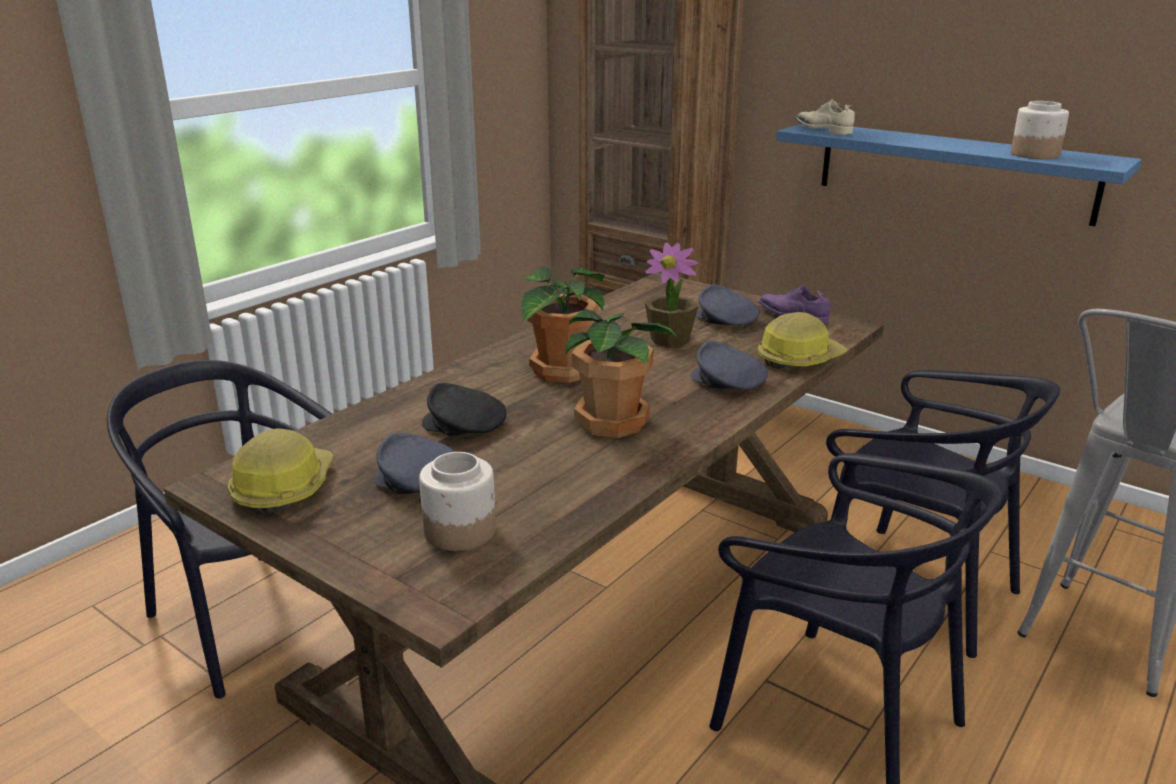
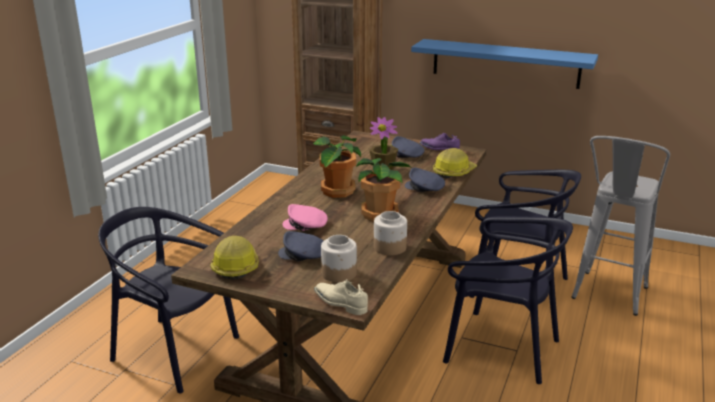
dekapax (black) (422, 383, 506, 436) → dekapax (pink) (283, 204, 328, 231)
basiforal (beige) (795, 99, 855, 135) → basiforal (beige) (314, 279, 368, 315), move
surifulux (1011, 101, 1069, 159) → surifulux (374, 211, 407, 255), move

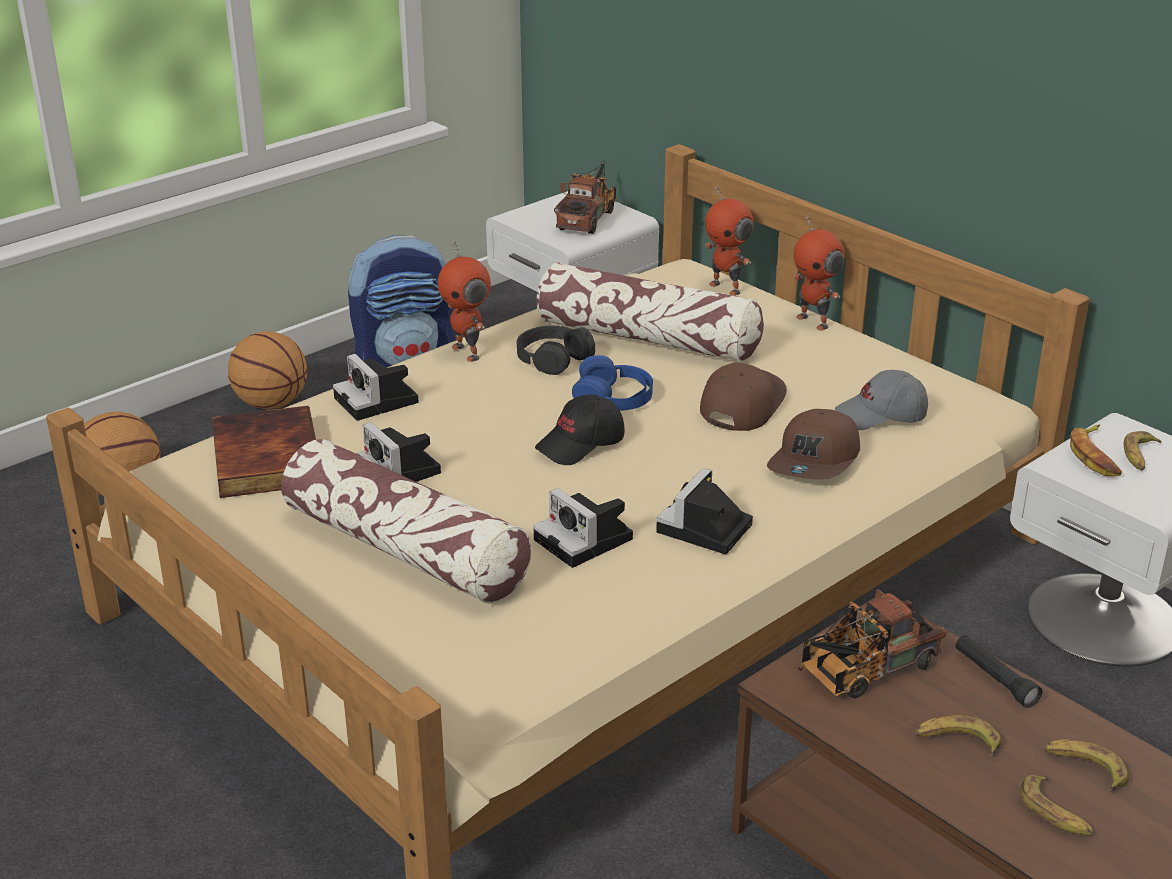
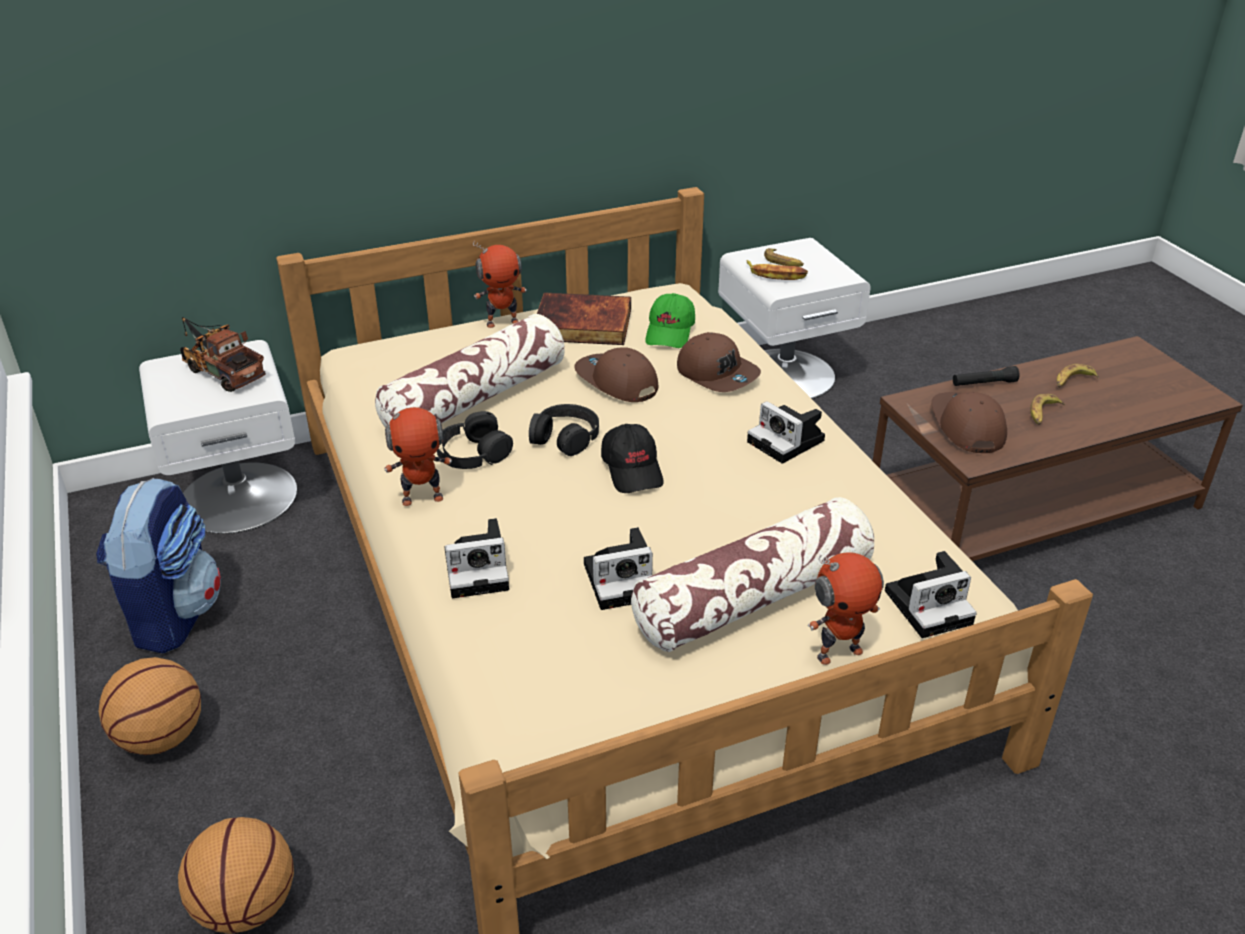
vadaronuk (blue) (572, 355, 653, 411) → vadaronuk (black) (529, 404, 599, 456)
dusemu (212, 406, 316, 498) → dusemu (537, 292, 631, 345), move
dekapax (grey) (835, 370, 928, 430) → dekapax (green) (645, 293, 695, 348)
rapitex (705, 185, 754, 296) → rapitex (808, 552, 884, 665), move
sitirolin (533, 488, 633, 568) → sitirolin (885, 551, 977, 638), move
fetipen (798, 589, 946, 698) → dekapax (brown) (931, 392, 1007, 453)
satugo (1020, 775, 1094, 835) → -

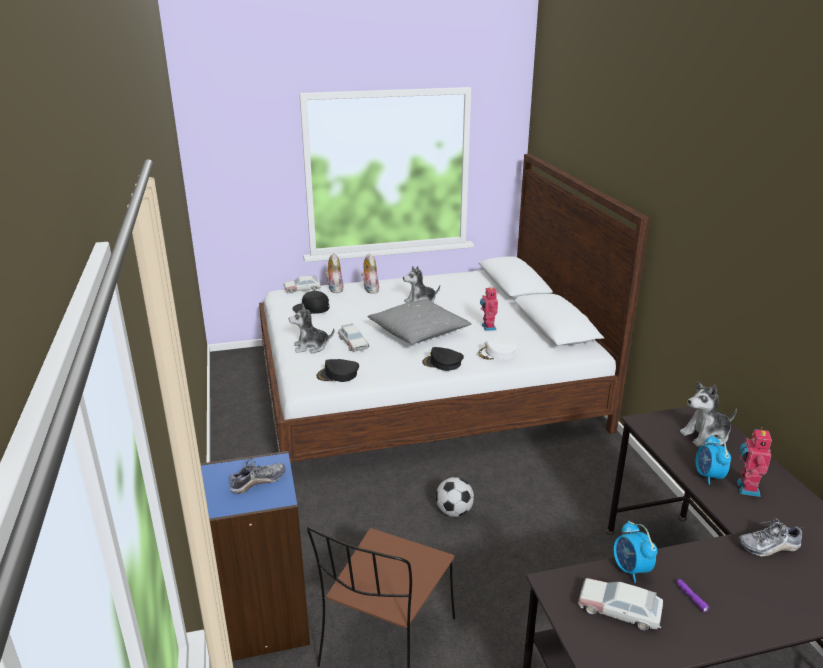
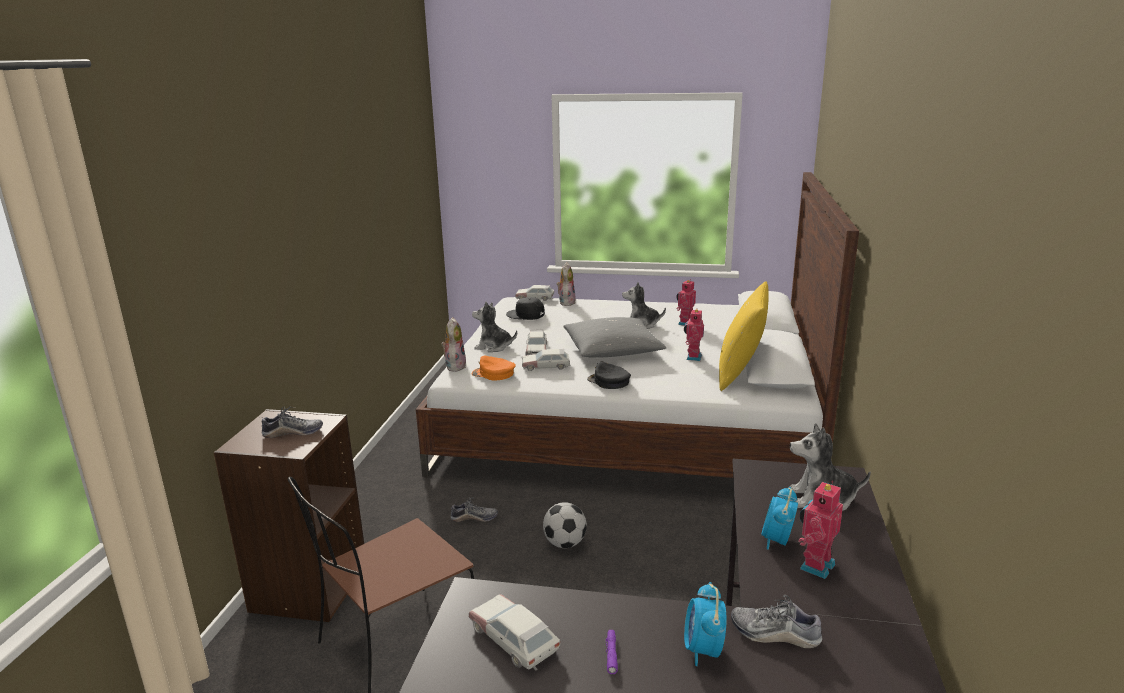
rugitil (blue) (201, 451, 310, 661) → rugitil (brown) (213, 409, 364, 622)
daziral (361, 253, 379, 294) → daziral (441, 317, 466, 372), move
- → basiforal (450, 497, 498, 522)
dekapax (black) (316, 359, 359, 382) → dekapax (orange) (471, 356, 516, 380)
- → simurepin (522, 349, 571, 371)
- → rapitex (676, 279, 696, 326)
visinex (613, 521, 658, 583) → visinex (684, 582, 727, 666), move
- → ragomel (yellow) (719, 281, 769, 391)
dekapax (white) (477, 339, 518, 360) → -

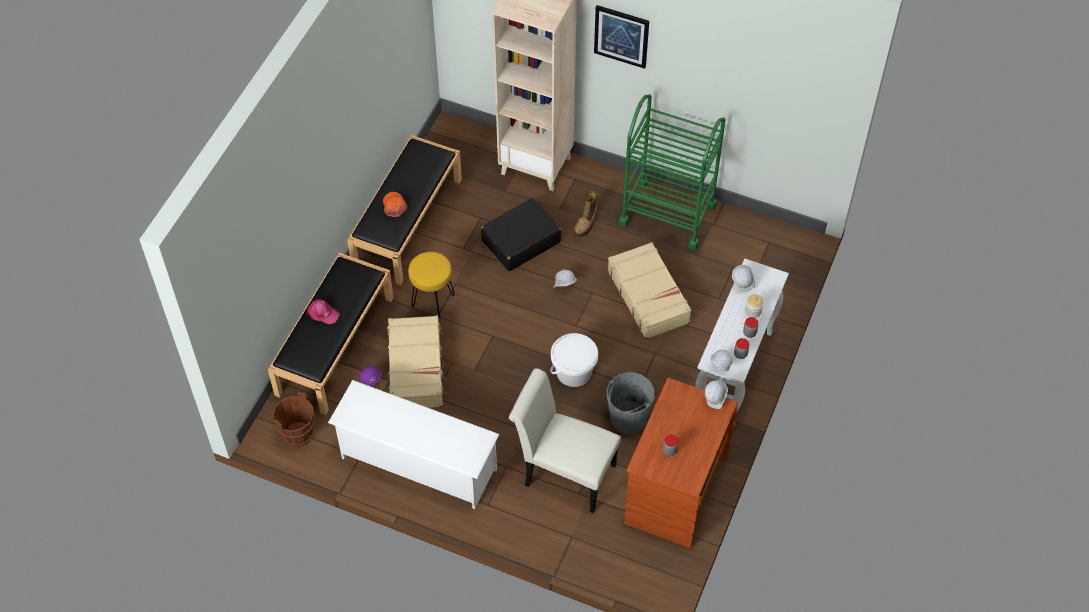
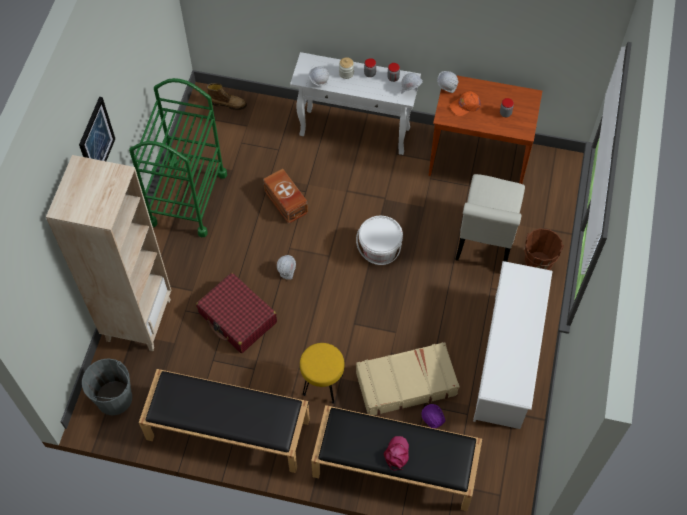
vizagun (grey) (607, 372, 655, 434) → vizagun (grey) (82, 358, 132, 415), move
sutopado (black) (481, 198, 561, 271) → sutopado (red) (196, 273, 277, 353)
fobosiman (573, 191, 597, 237) → fobosiman (207, 83, 247, 110), move
sutopado (beige) (608, 242, 692, 339) → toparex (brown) (263, 169, 308, 224)
dekapax (orange) (383, 192, 408, 217) → dekapax (orange) (450, 91, 481, 116), move
vizagun (brown) (272, 392, 315, 447) → vizagun (brown) (524, 228, 564, 270), move

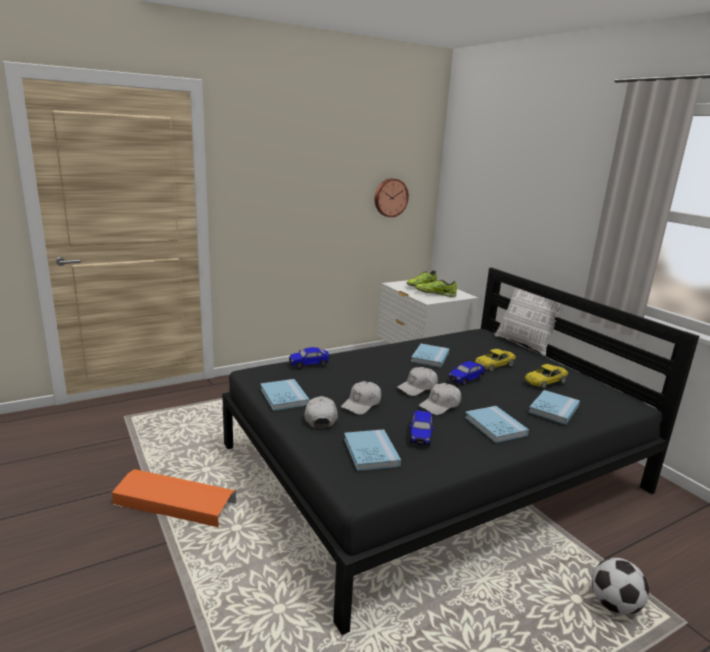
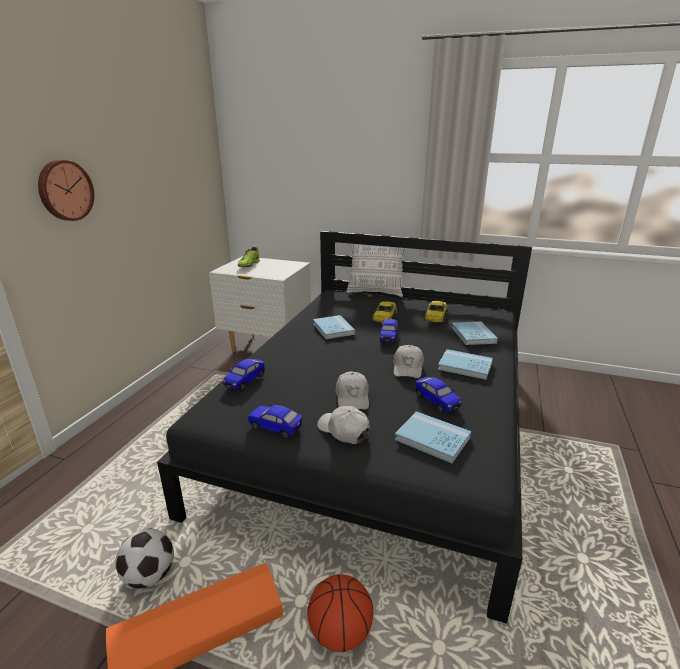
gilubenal (375, 178, 409, 217) → gilubenal (38, 160, 94, 221), move
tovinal (592, 558, 649, 615) → tovinal (115, 529, 174, 588), move
dusemu (blue) (260, 379, 309, 411) → simurepin (248, 404, 302, 439)
- → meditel (307, 574, 373, 652)
dekapax (white) (397, 367, 438, 396) → -
basiforal (415, 280, 457, 297) → -

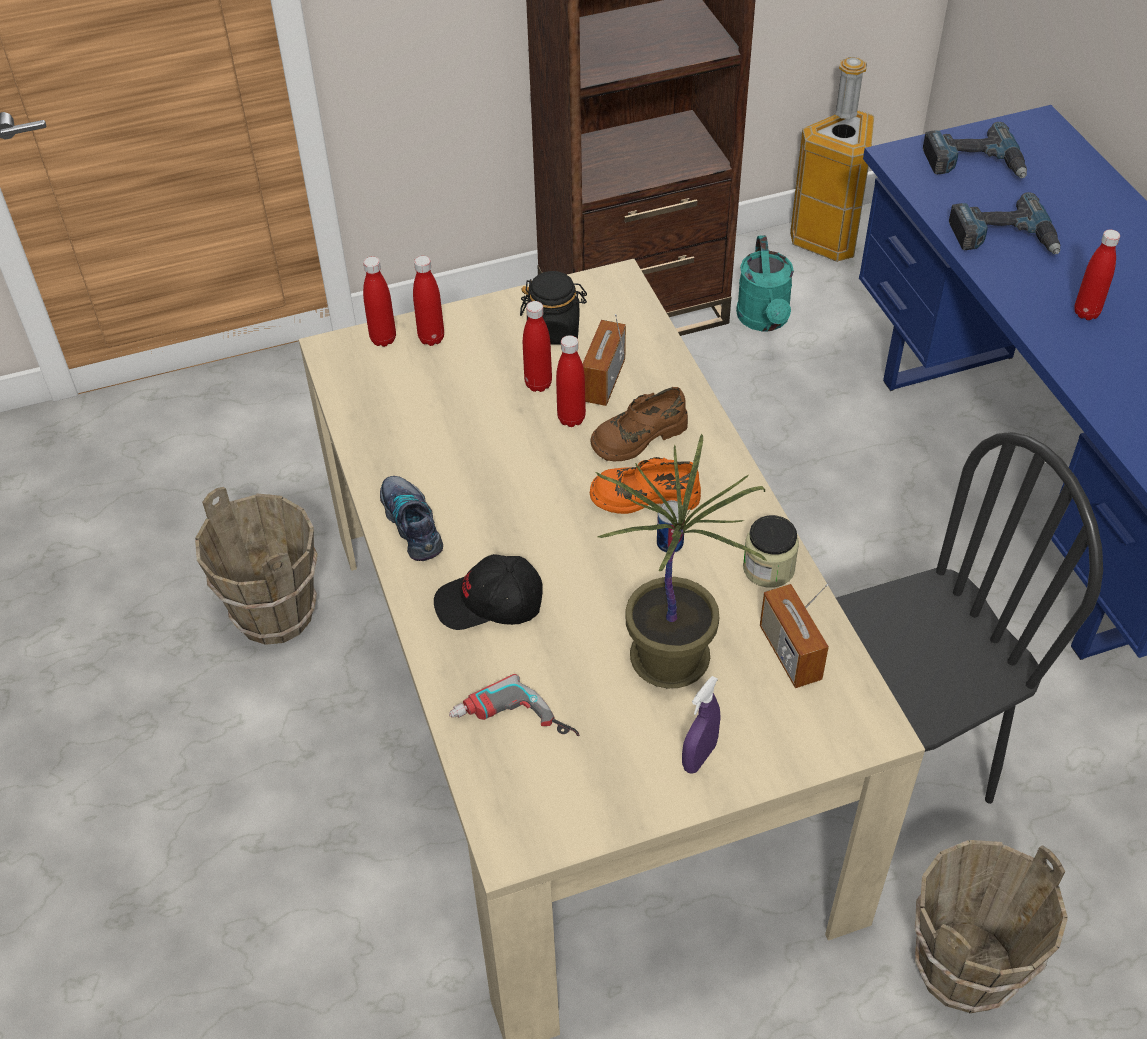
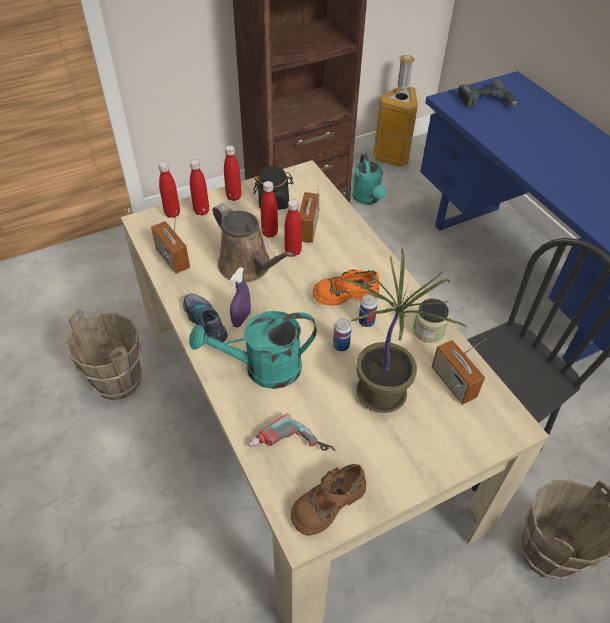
- → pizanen (151, 210, 190, 274)
dekapax (black) (434, 554, 543, 630) → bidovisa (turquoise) (189, 311, 317, 389)
- → bidovisa (brown) (213, 203, 294, 282)
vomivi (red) (1074, 230, 1120, 320) → vomivi (red) (224, 145, 242, 201), move
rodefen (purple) (682, 676, 721, 773) → rodefen (purple) (230, 267, 251, 327), move
basiforal (brown) (590, 387, 688, 461) → basiforal (brown) (291, 464, 366, 536), move
- → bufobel (333, 318, 352, 351)
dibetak (949, 192, 1060, 254) → -

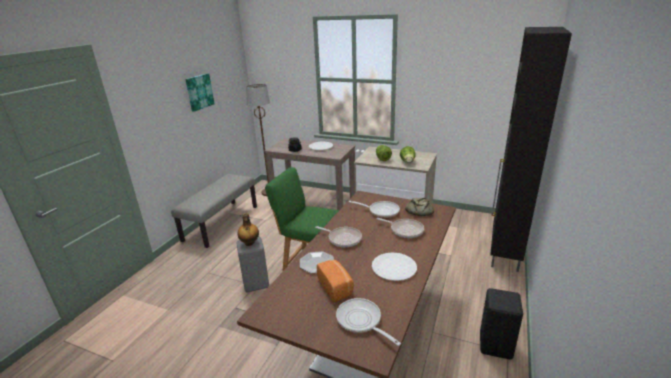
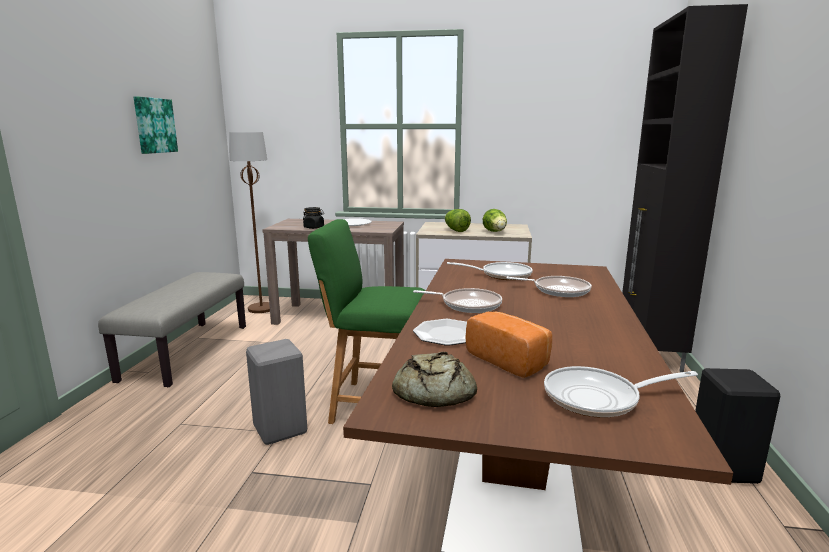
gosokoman (405, 198, 434, 216) → gosokoman (392, 352, 477, 407), move
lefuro (336, 298, 401, 346) → lefuro (544, 366, 698, 418), 45 degrees counterclockwise
vomivi (238, 213, 259, 246) → -
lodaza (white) (372, 252, 417, 281) → -

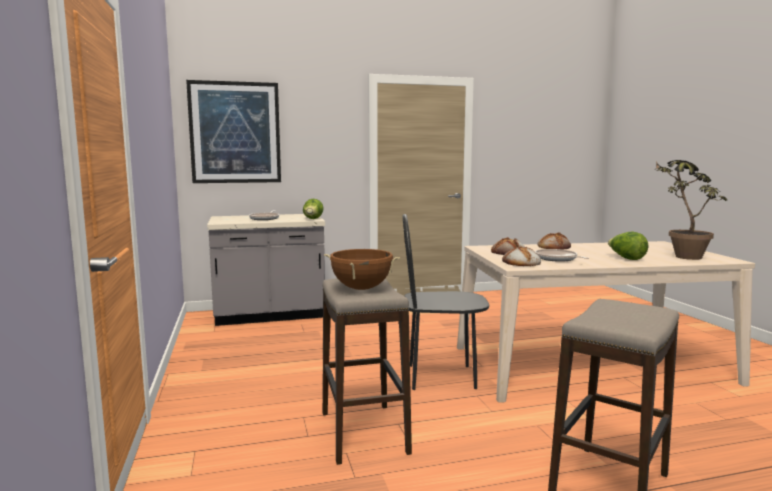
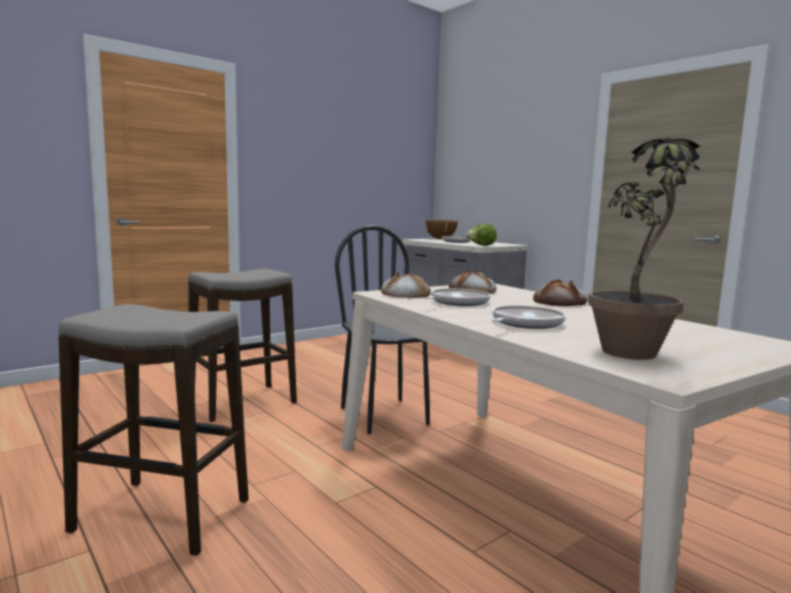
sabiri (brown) (324, 249, 400, 290) → sabiri (brown) (422, 220, 461, 239), move
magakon (608, 232, 648, 260) → lefuro (492, 305, 566, 329)
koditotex (186, 80, 281, 183) → -

